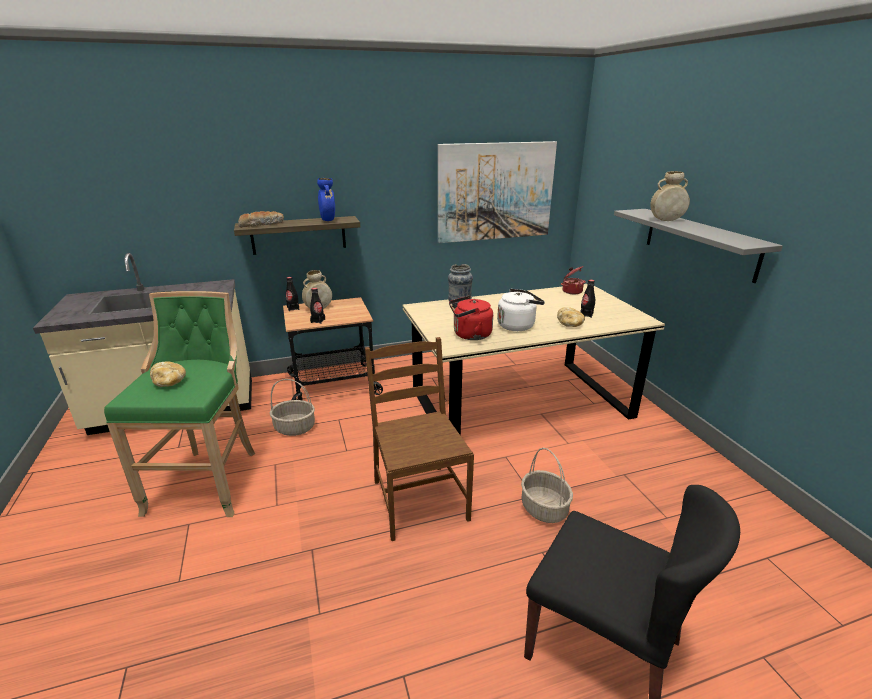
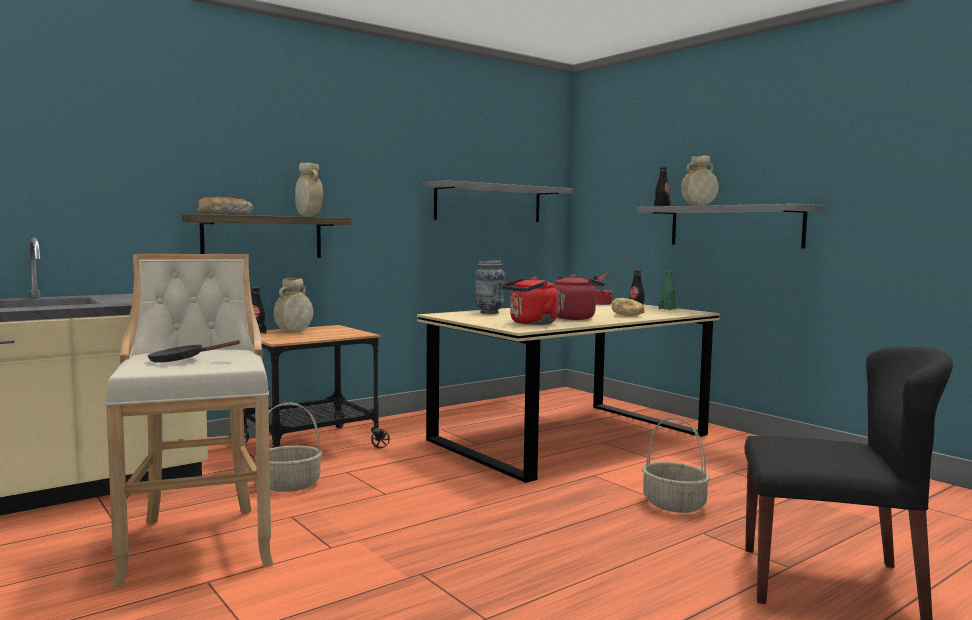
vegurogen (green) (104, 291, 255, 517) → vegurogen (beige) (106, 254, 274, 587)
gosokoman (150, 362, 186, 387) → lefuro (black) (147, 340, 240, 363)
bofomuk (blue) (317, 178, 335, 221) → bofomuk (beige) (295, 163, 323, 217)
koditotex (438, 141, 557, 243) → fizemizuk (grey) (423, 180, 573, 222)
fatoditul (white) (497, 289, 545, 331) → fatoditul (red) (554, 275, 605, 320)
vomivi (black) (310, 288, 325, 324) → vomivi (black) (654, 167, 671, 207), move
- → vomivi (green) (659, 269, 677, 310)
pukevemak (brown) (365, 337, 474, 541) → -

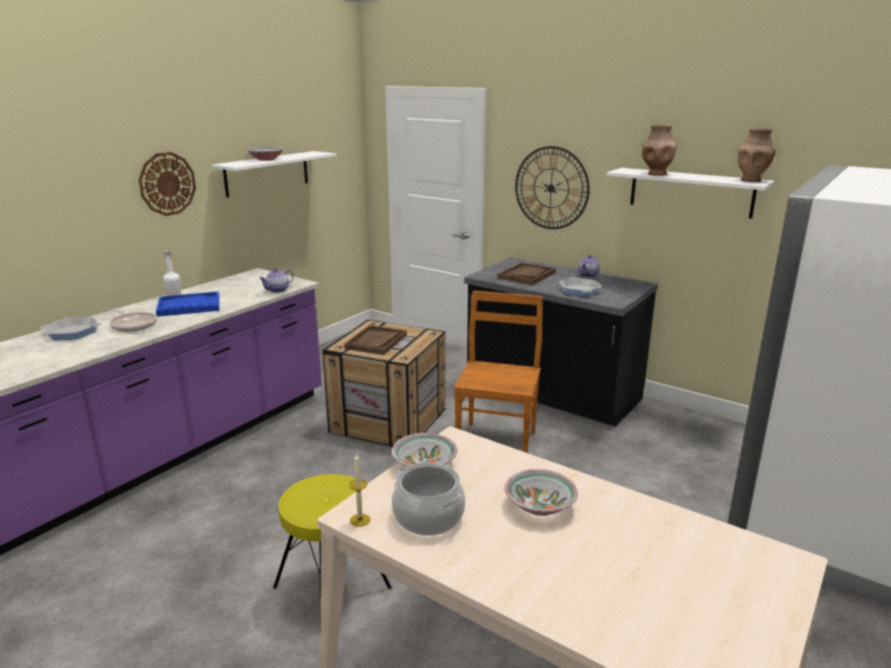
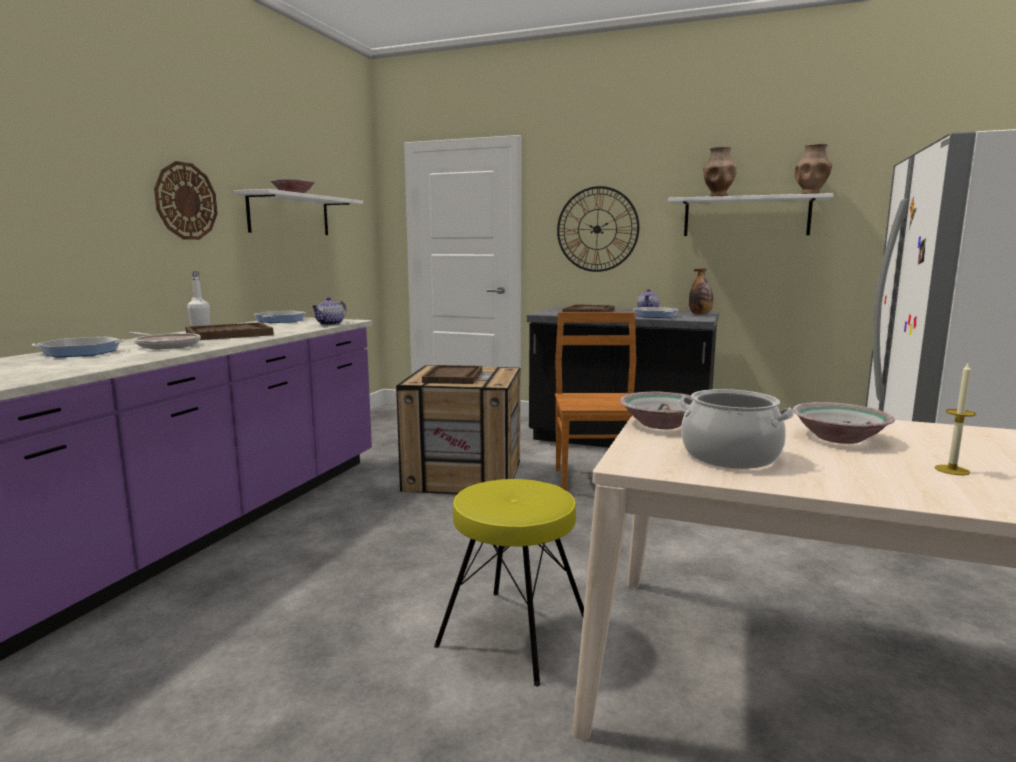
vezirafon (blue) (156, 291, 219, 317) → vezirafon (brown) (185, 322, 274, 340)
- → lefuro (254, 311, 306, 323)
- → vomivi (689, 268, 713, 315)
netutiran (349, 453, 370, 527) → netutiran (935, 363, 976, 475), move

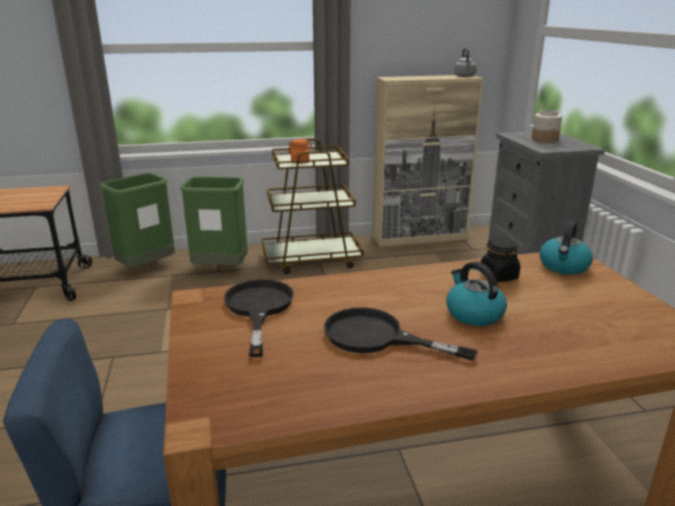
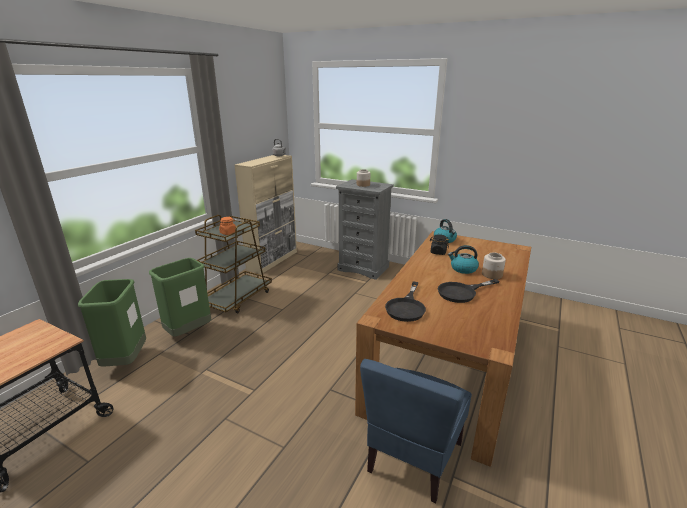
lefuro (black) (224, 279, 294, 357) → lefuro (black) (385, 282, 426, 322), 105 degrees counterclockwise
- → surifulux (482, 252, 506, 279)

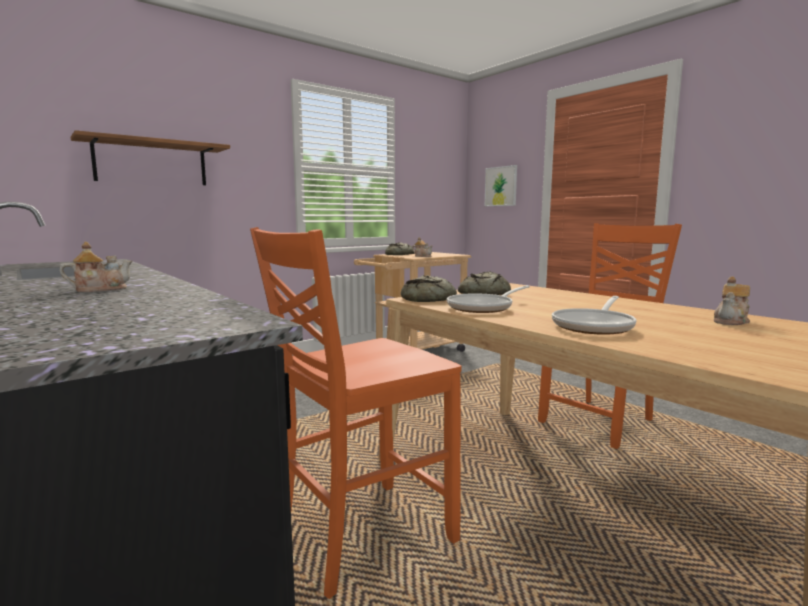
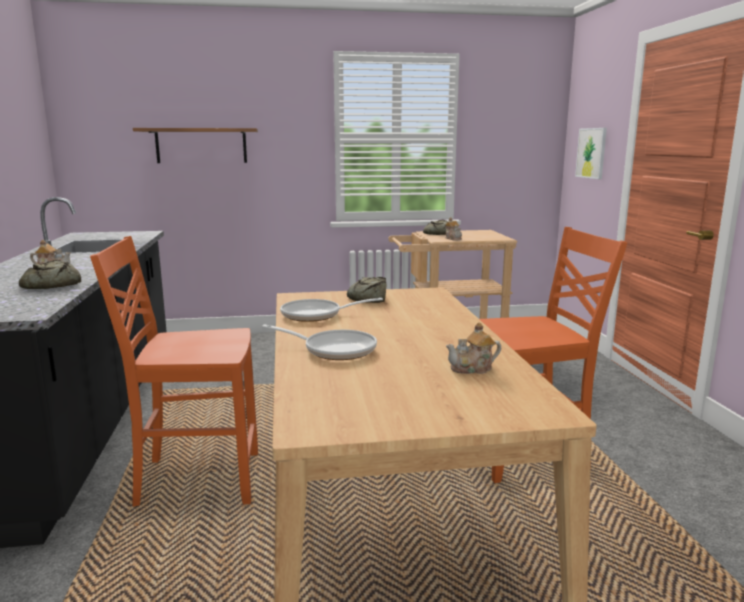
gosokoman (401, 275, 457, 302) → gosokoman (19, 260, 81, 289), move
lefuro (552, 296, 637, 335) → lefuro (262, 324, 377, 360), 135 degrees counterclockwise

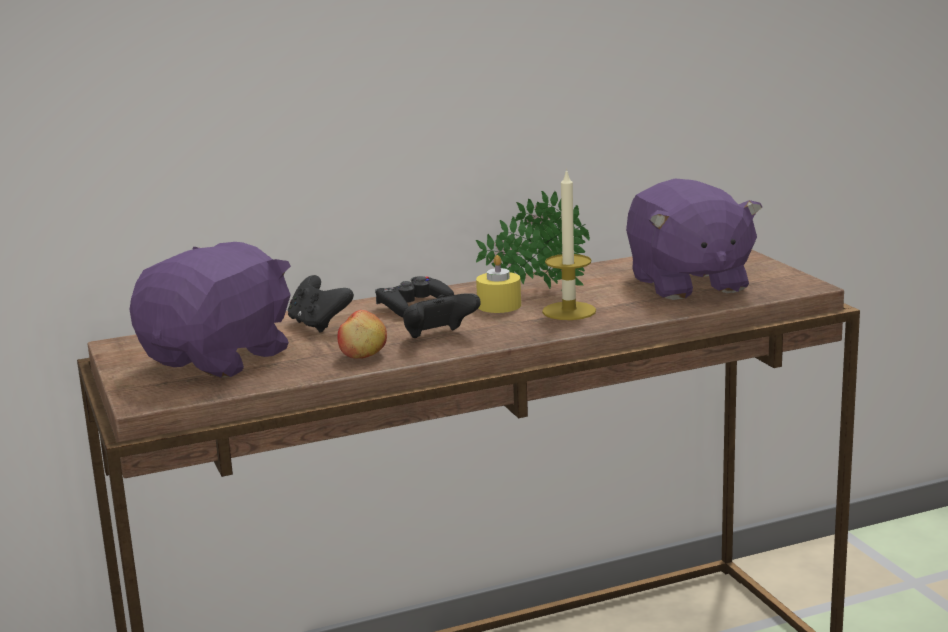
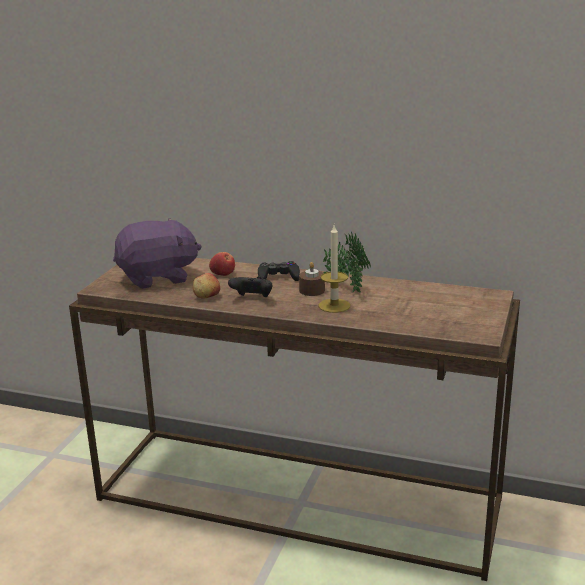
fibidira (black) (288, 275, 354, 333) → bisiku (209, 252, 235, 276)
netutiran (yellow) (476, 255, 521, 313) → netutiran (brown) (299, 262, 325, 296)
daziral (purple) (626, 179, 762, 300) → -

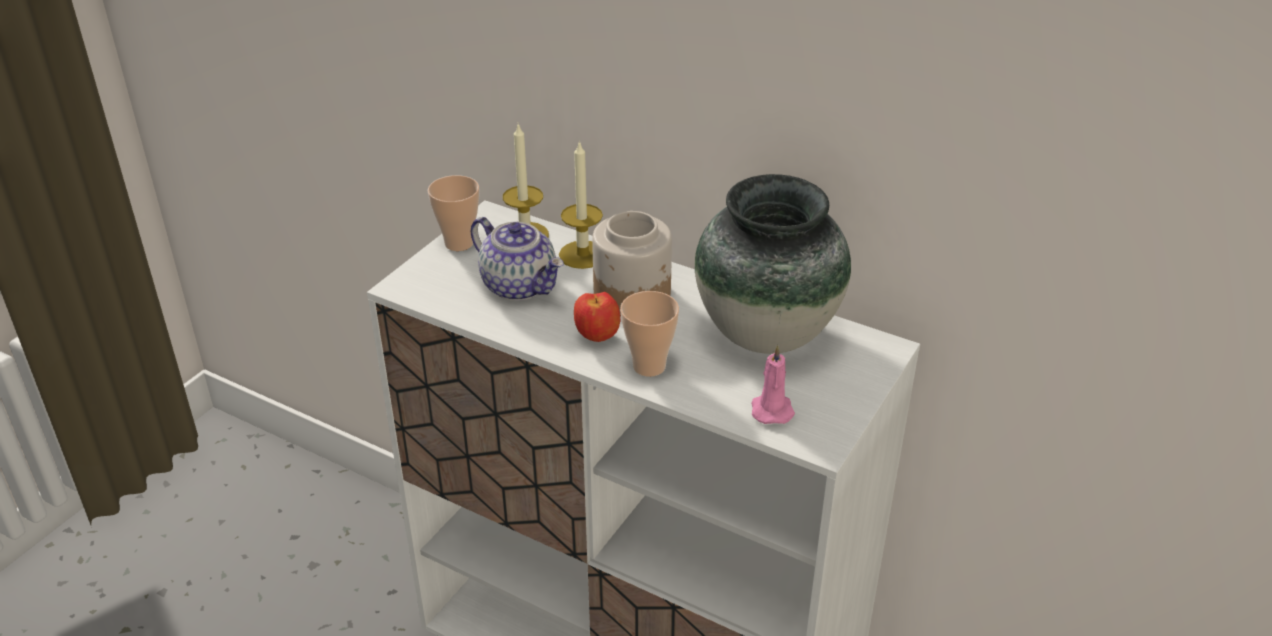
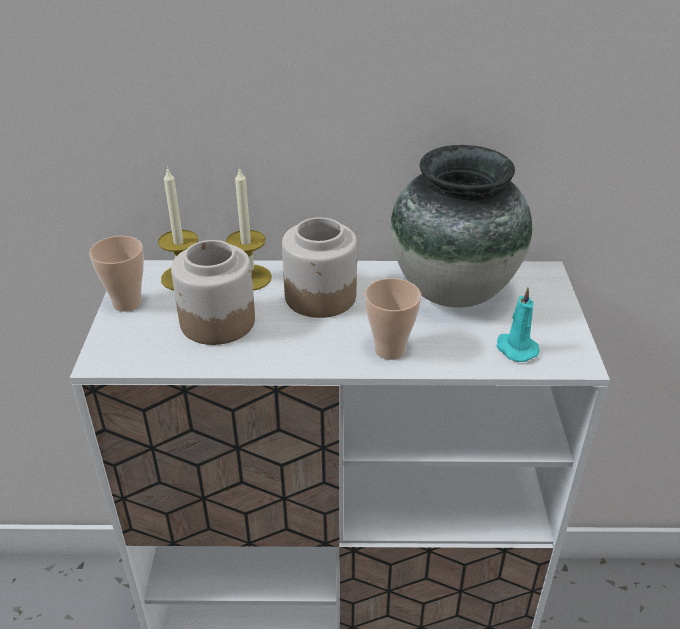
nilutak (471, 217, 564, 301) → surifulux (171, 240, 255, 345)
netutiran (pink) (751, 345, 795, 424) → netutiran (turquoise) (497, 288, 540, 362)
bisiku (574, 292, 620, 342) → -

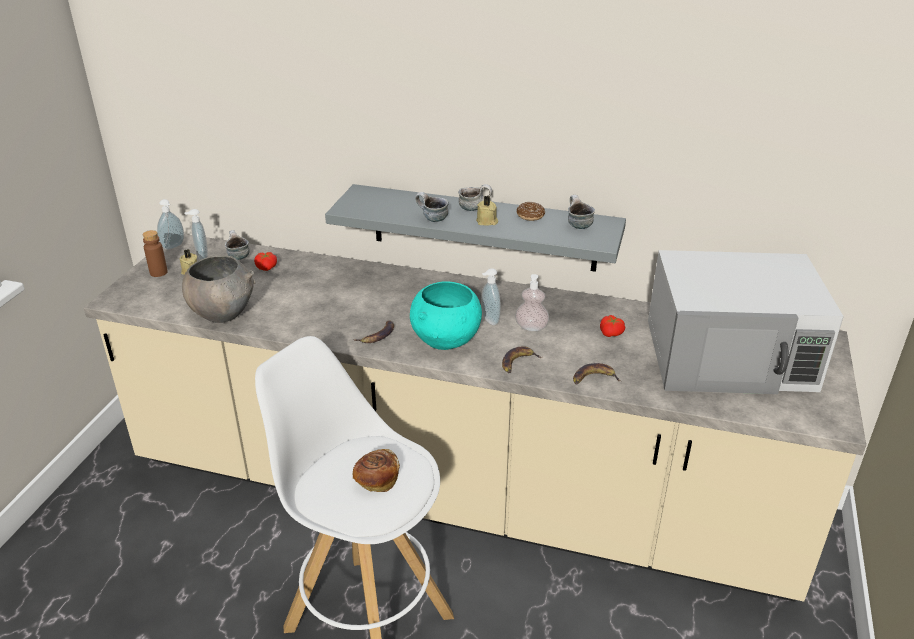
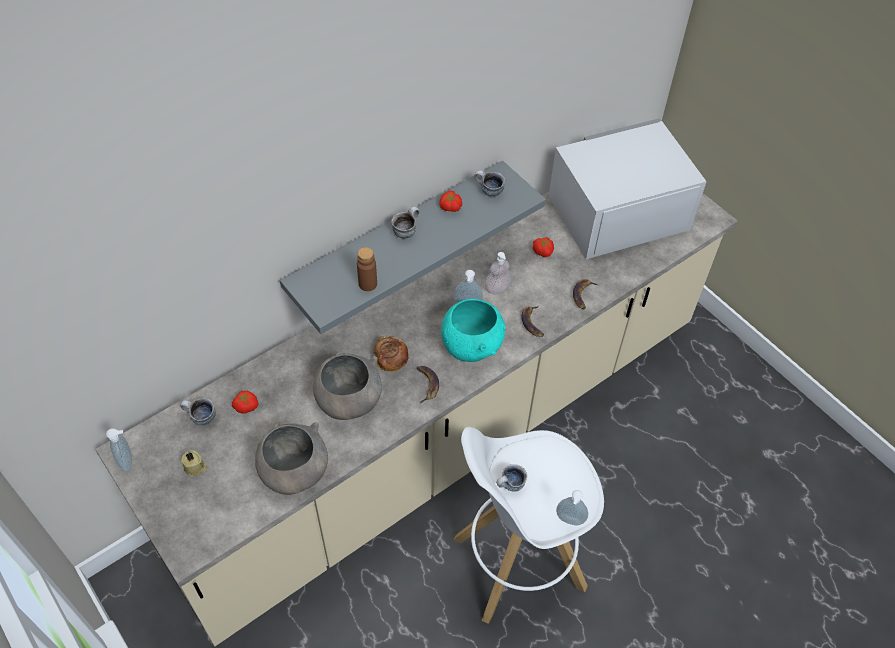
- → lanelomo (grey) (313, 352, 382, 420)
vomivi (brown) (142, 230, 168, 277) → vomivi (brown) (357, 247, 377, 291), move
gosokoman (353, 449, 400, 492) → gosokoman (374, 336, 408, 372), move
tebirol (517, 202, 545, 221) → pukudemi (439, 191, 462, 212)
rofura (415, 192, 449, 222) → rofura (496, 464, 527, 492), move
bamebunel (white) (648, 250, 844, 394) → bamebunel (white) (549, 118, 707, 259), 150 degrees counterclockwise
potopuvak (184, 209, 208, 260) → potopuvak (556, 490, 588, 525), move
netutiran (beige) (476, 196, 498, 226) → -

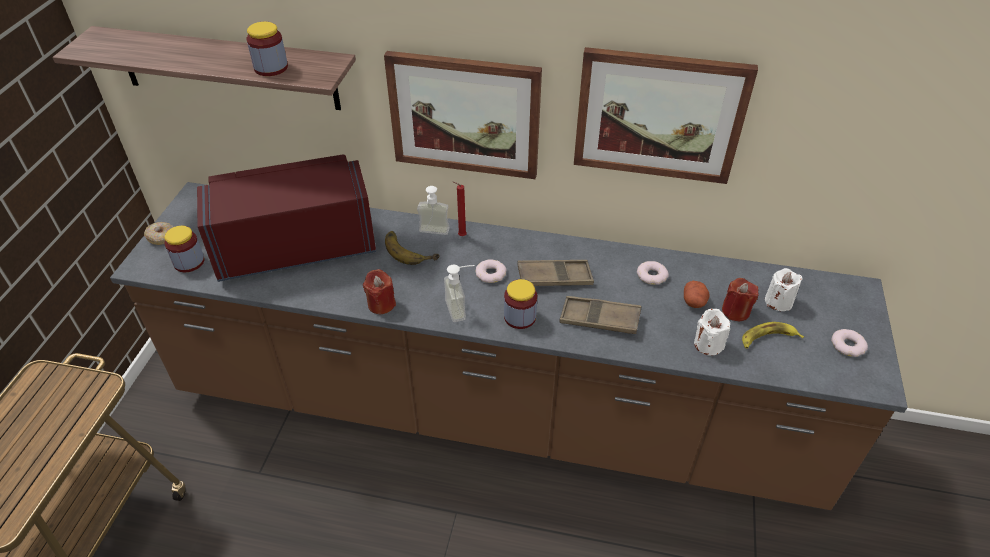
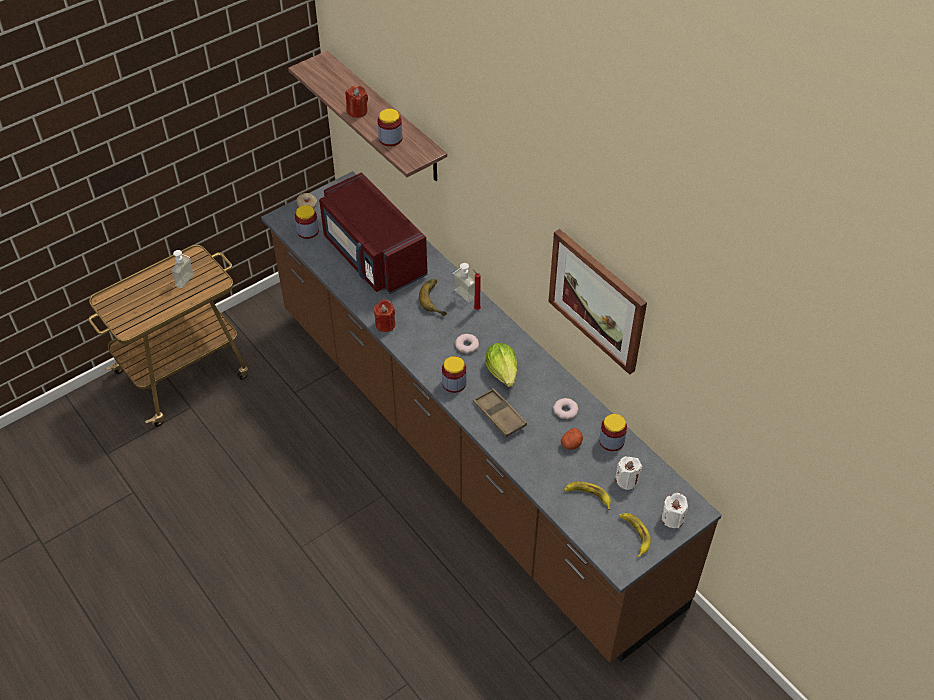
potopuvak (444, 265, 475, 322) → potopuvak (171, 250, 194, 288), move
bamebunel (red) (197, 155, 376, 282) → bamebunel (red) (319, 172, 428, 294), 150 degrees counterclockwise
netutiran (red) (722, 278, 759, 321) → netutiran (red) (346, 86, 368, 118), move
vezirafon (brown) (517, 260, 594, 286) → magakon (485, 343, 517, 387)
- → surifulux (599, 414, 627, 451)
tebirol (831, 329, 868, 357) → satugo (619, 513, 651, 557)
netutiran (white) (694, 309, 730, 356) → netutiran (white) (662, 493, 688, 528), move
koditotex (384, 51, 542, 179) → -

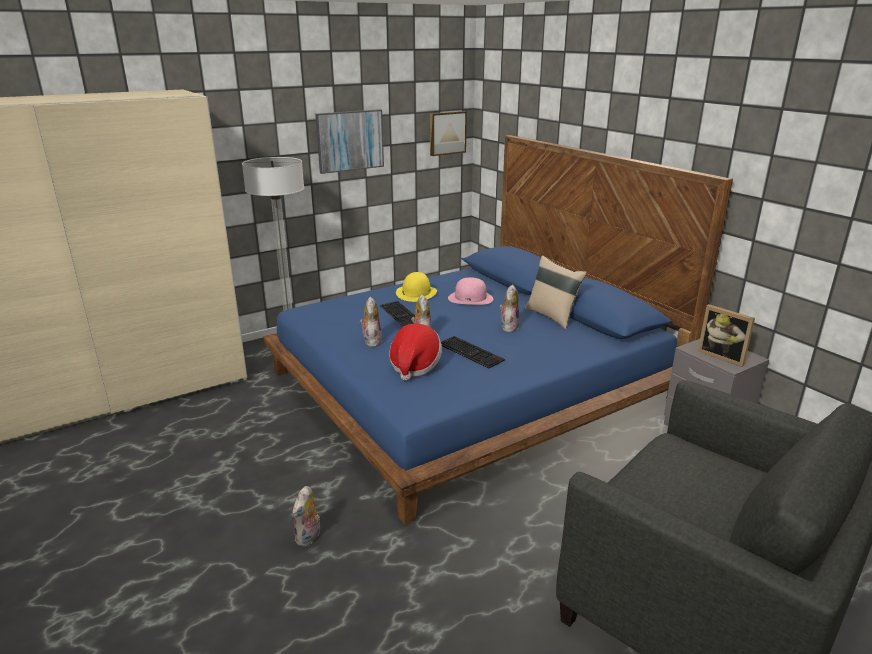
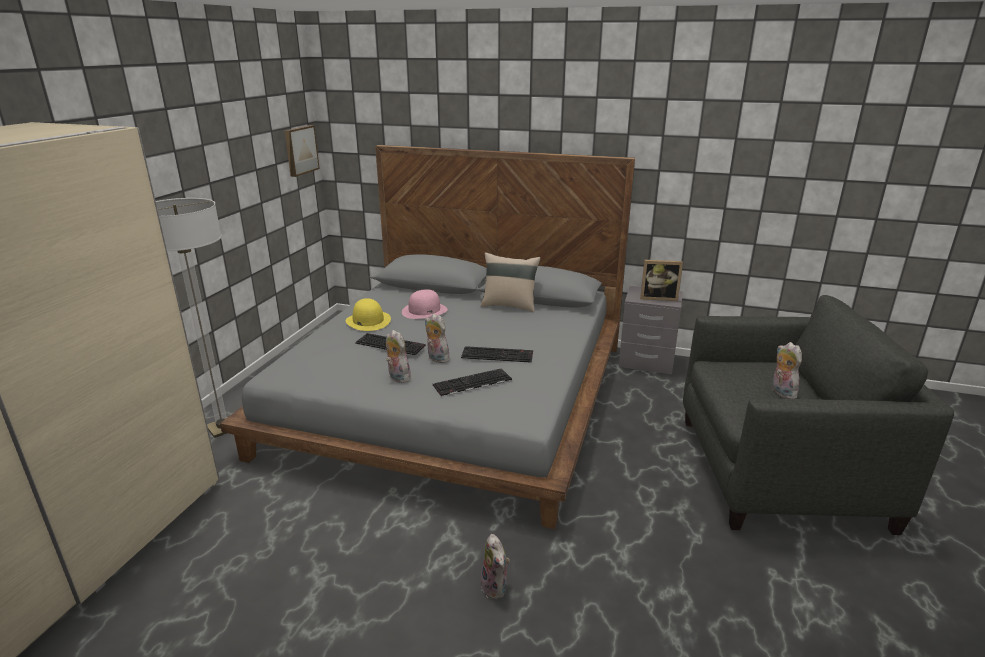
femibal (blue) (263, 135, 733, 525) → femibal (grey) (220, 145, 635, 529)
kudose (389, 324, 442, 381) → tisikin (433, 369, 512, 397)
daziral (500, 284, 519, 333) → daziral (772, 342, 802, 399), move
koditotex (315, 109, 384, 174) → -

